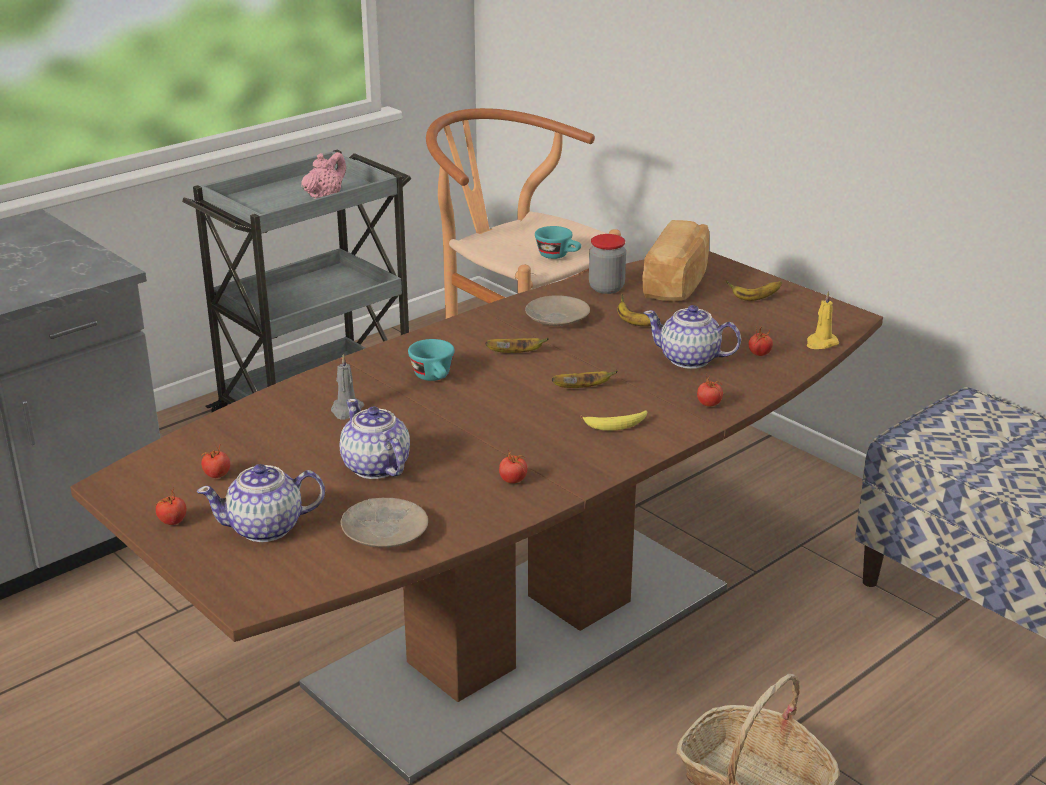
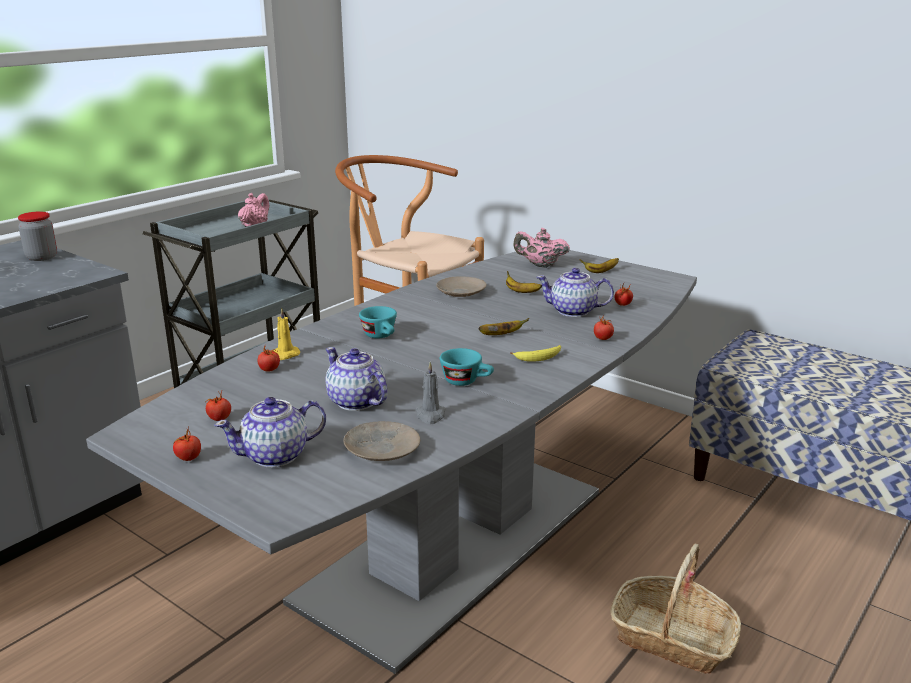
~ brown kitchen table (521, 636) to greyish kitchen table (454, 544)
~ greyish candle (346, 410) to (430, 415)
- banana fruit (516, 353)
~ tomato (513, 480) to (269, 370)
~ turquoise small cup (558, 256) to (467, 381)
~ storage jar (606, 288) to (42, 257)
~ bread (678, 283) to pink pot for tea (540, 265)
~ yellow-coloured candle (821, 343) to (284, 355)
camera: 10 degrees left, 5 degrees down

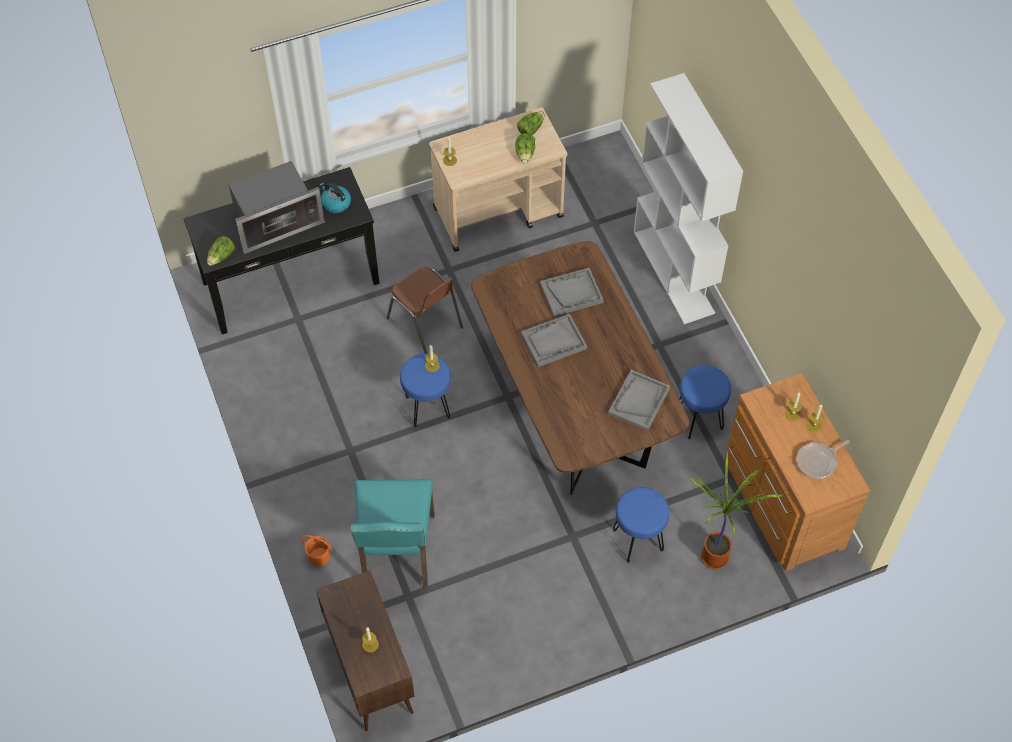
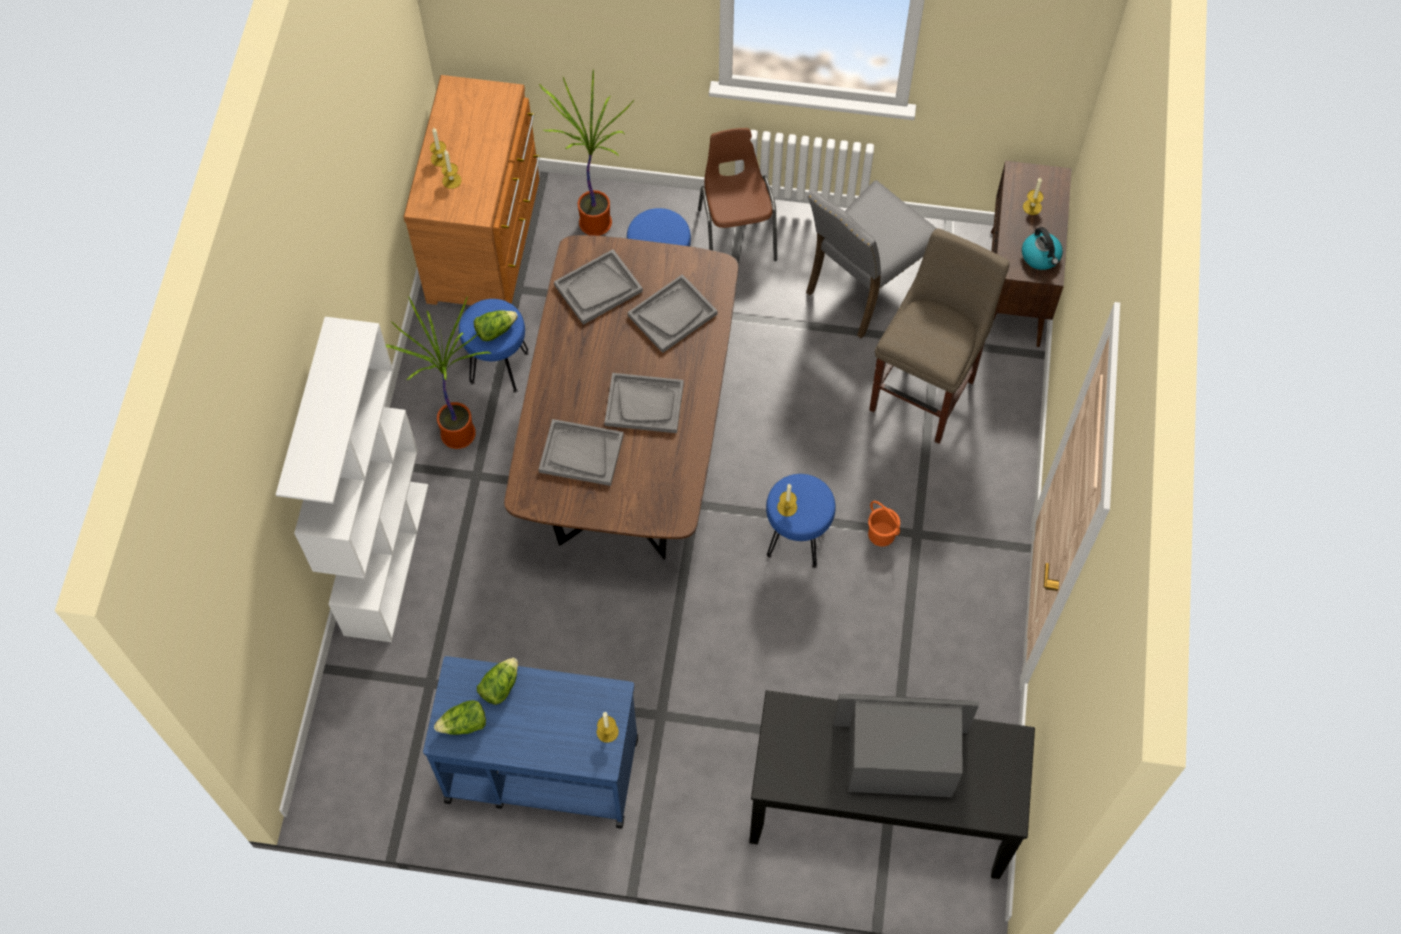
~ lettuce (221, 256) to (495, 330)
~ orange-coloured water bucket (319, 556) to (881, 534)
~ kettle (335, 203) to (1041, 256)
~ turquoise chair (396, 553) to sand-coloured stool (925, 391)
~ brown chair (425, 323) to (736, 234)
~ sand-coloured wheeled cart (499, 212) to blue wheeled cart (540, 769)
- frying pan (818, 461)
+ houseplant (455, 434)
+ greyish serving tray (672, 314)
+ greyish chair (864, 287)
camera: 150 degrees left, 5 degrees up

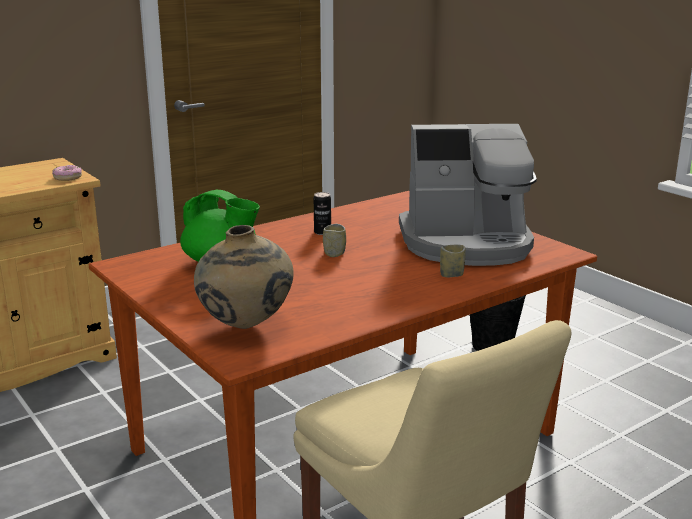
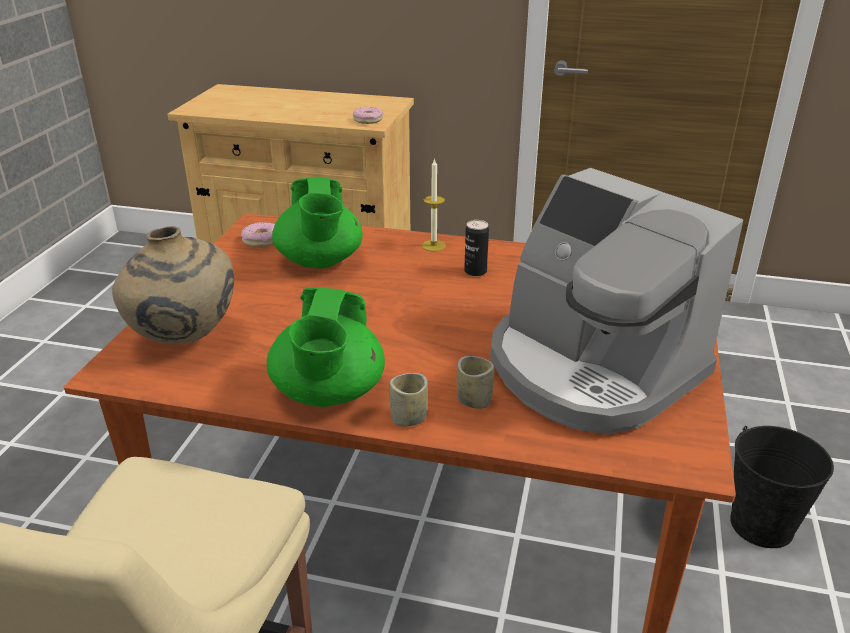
~ small cup (334, 253) to (408, 418)
+ ring doughnut (262, 240)
+ green pot for tea (328, 394)
+ candle (433, 245)
camera: 50 degrees right, 10 degrees up

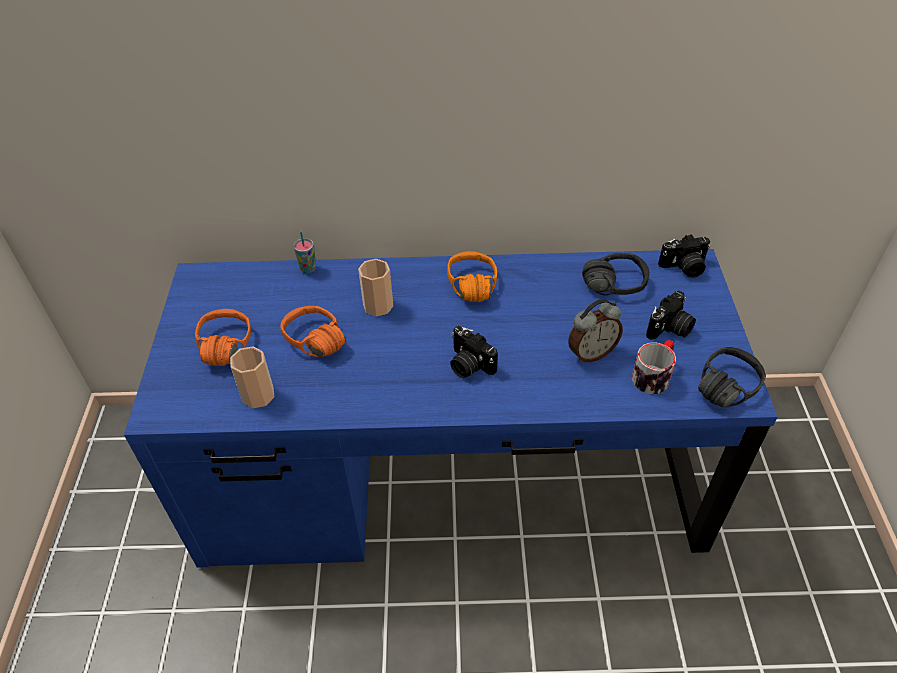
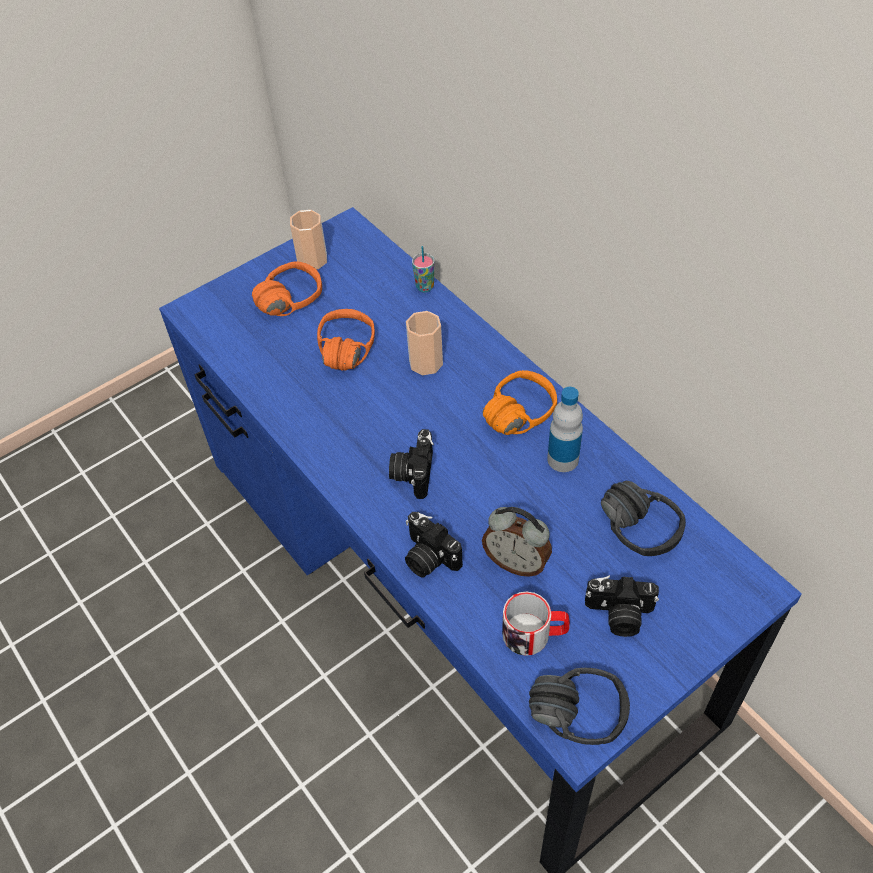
~ small cup (258, 395) to (312, 260)
~ photo camera (684, 268) to (428, 558)
+ bottle (563, 459)
camera: 55 degrees right, 5 degrees up

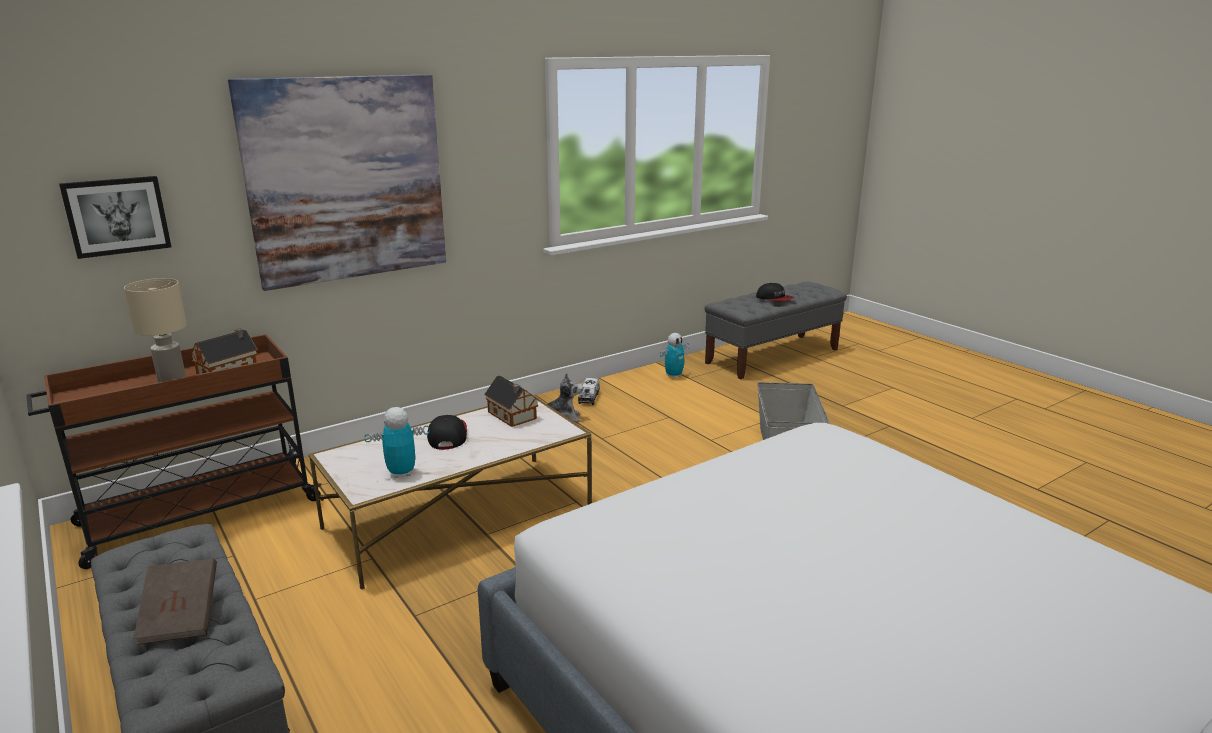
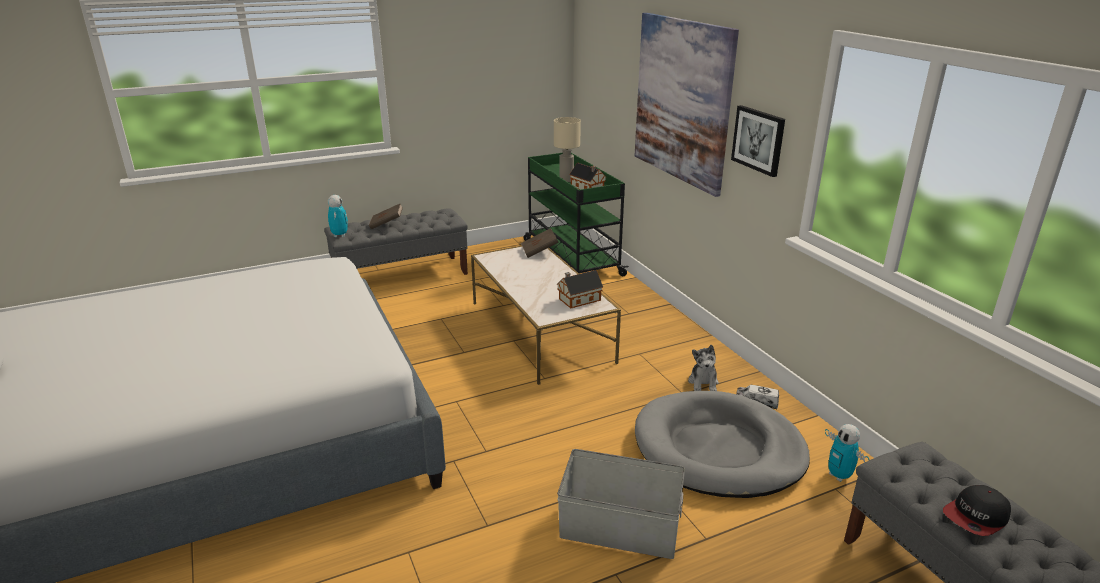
~ brown wheeled cart (197, 513) to green wheeled cart (571, 257)
~ wall picture (117, 216) to (758, 140)
~ robot figure (401, 473) to (339, 235)
- baseball cap (447, 436)
+ brown volume (539, 251)
+ greyish dog cushion (718, 449)
camera: 100 degrees right, 5 degrees up

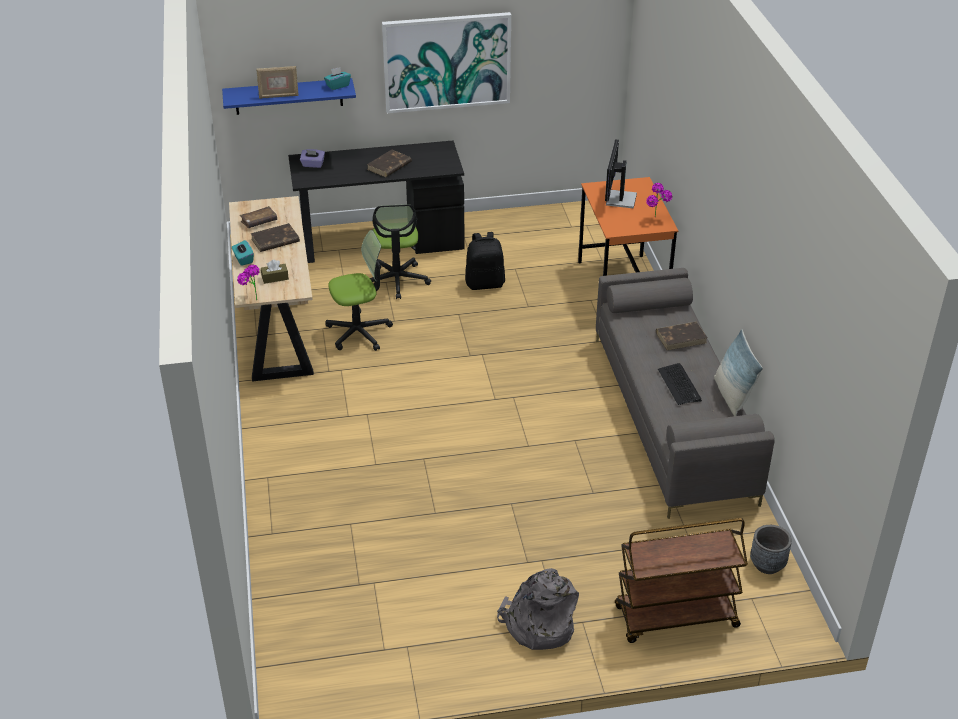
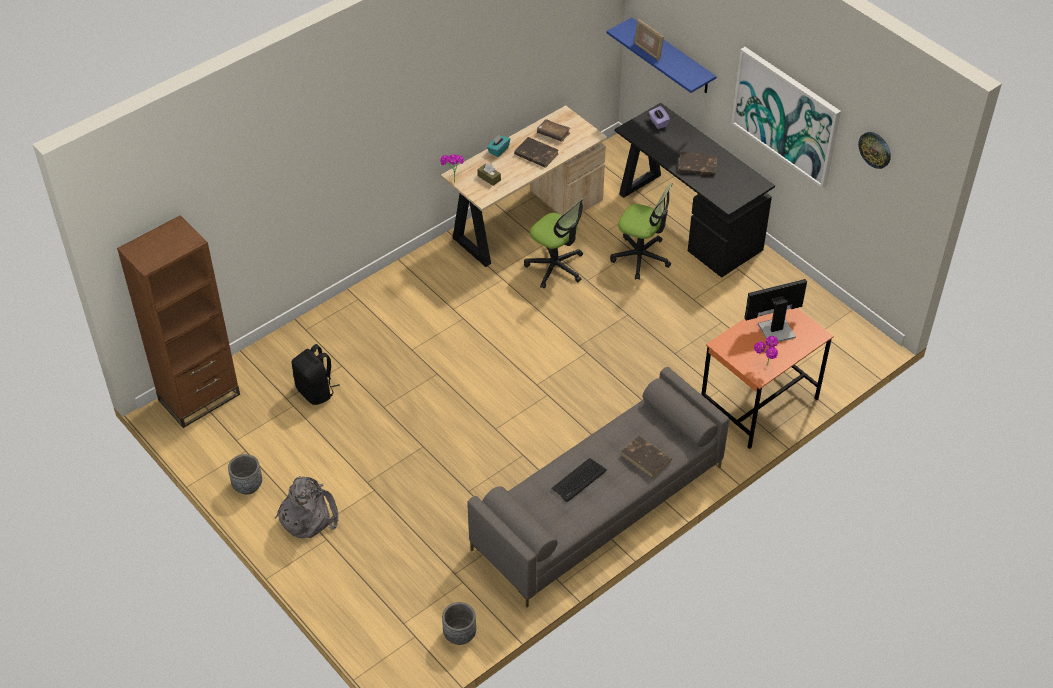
- turquoise box of tissues (337, 86)
~ desk chair (397, 280) = (641, 257) 120 degrees counterclockwise
~ black backpack (485, 283) to (316, 391)
- brown wheeled cart (675, 618)
- pillow (732, 396)
+ brown shelving unit (199, 397)
+ greyish flower pot (247, 485)
+ hanging clock (875, 149)
camera: 60 degrees right, 10 degrees up

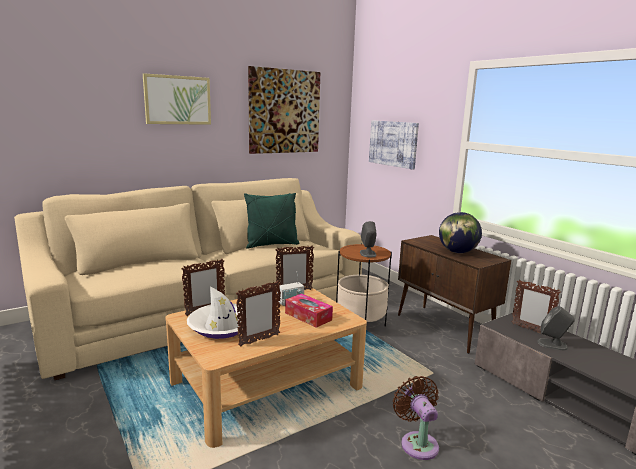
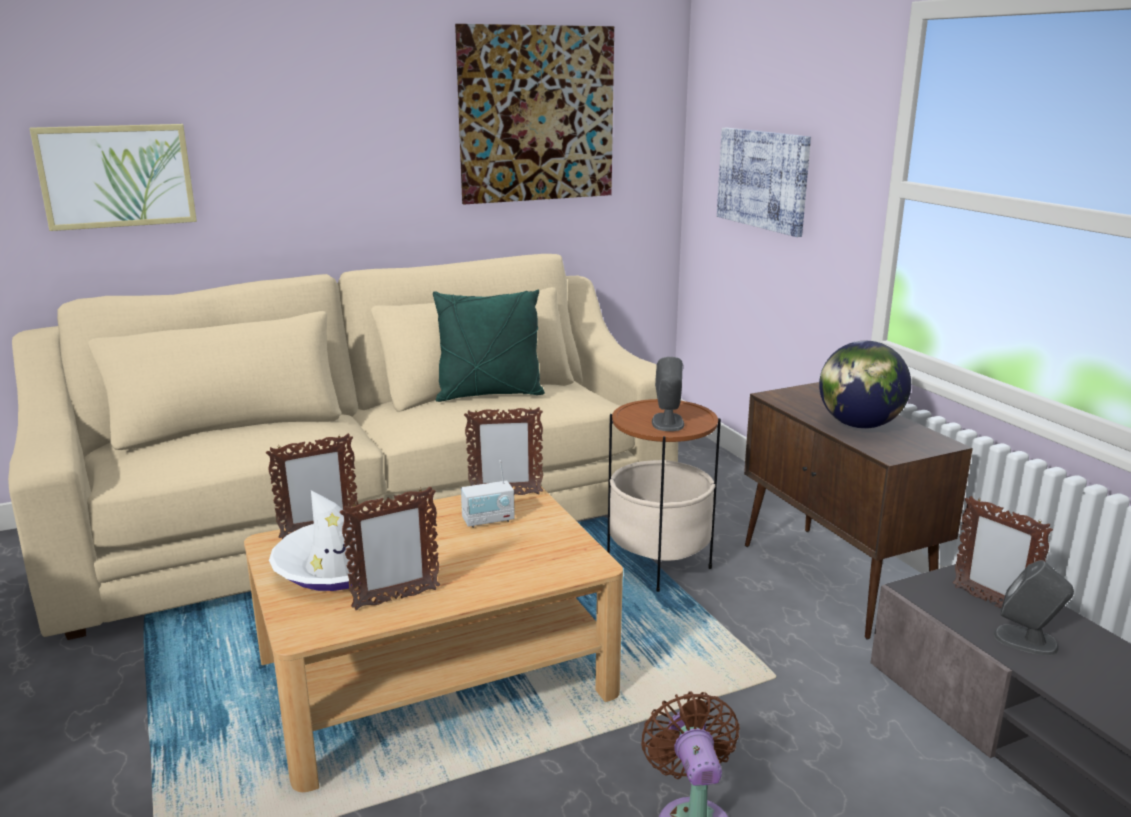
~ wall picture (177, 100) to (117, 176)
- box of tissues (308, 316)
camera: 10 degrees right, 5 degrees up

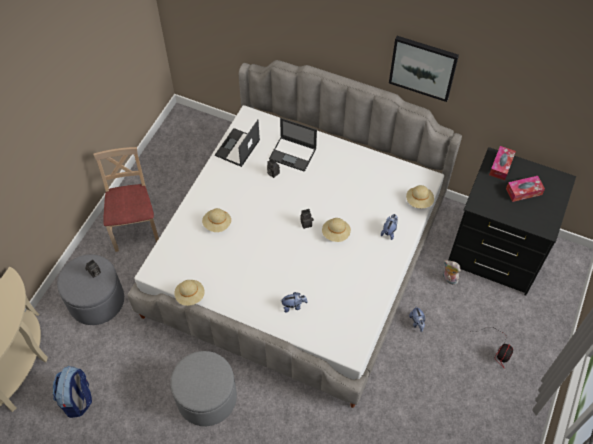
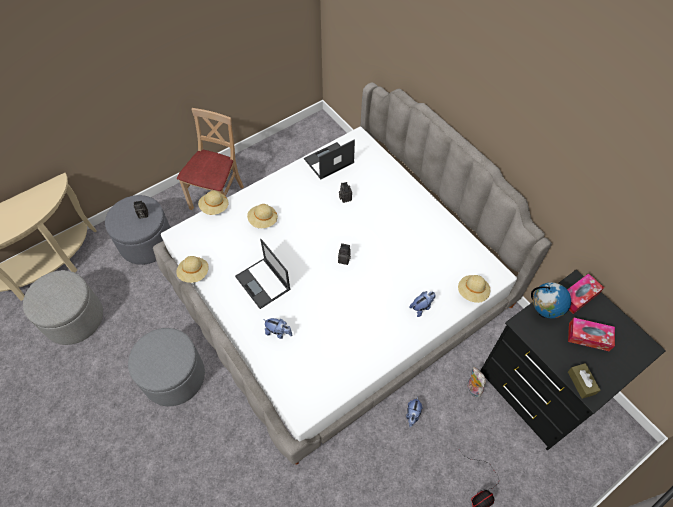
~ backpack (78, 400) to greyish footrest (74, 319)
~ portable computer (293, 154) to (263, 283)
~ sand-coloured wearable hat (336, 234) to (214, 208)
- wall picture (423, 67)
+ desk globe (543, 312)
+ brown box of tissues (581, 383)
camera: 30 degrees right, 0 degrees up

